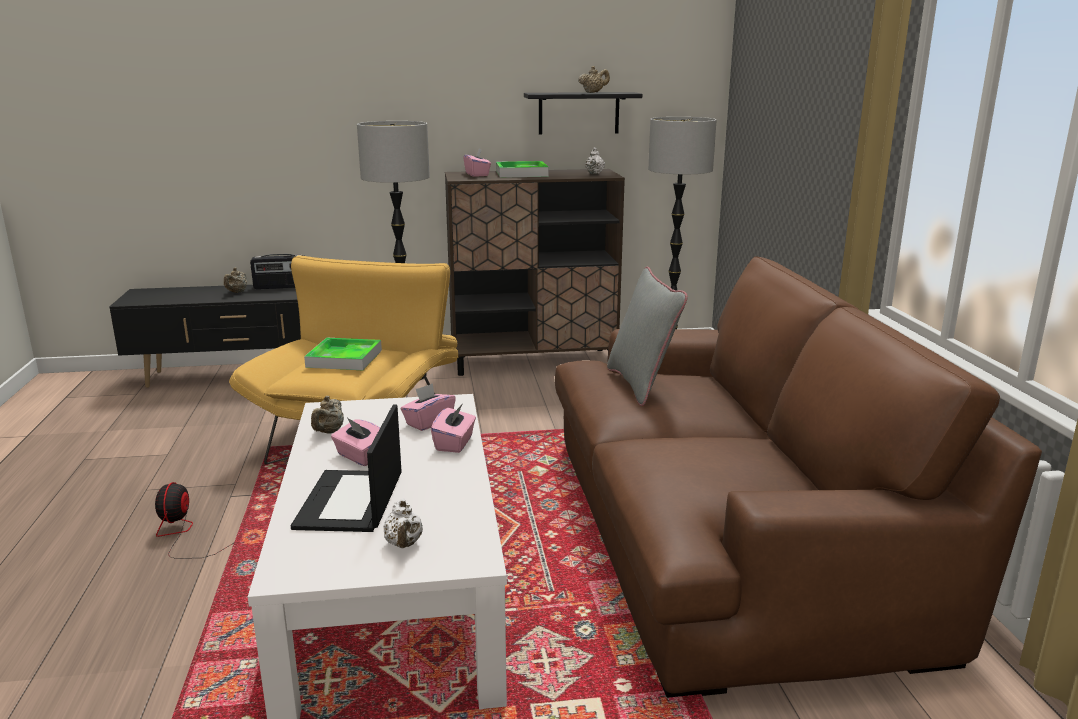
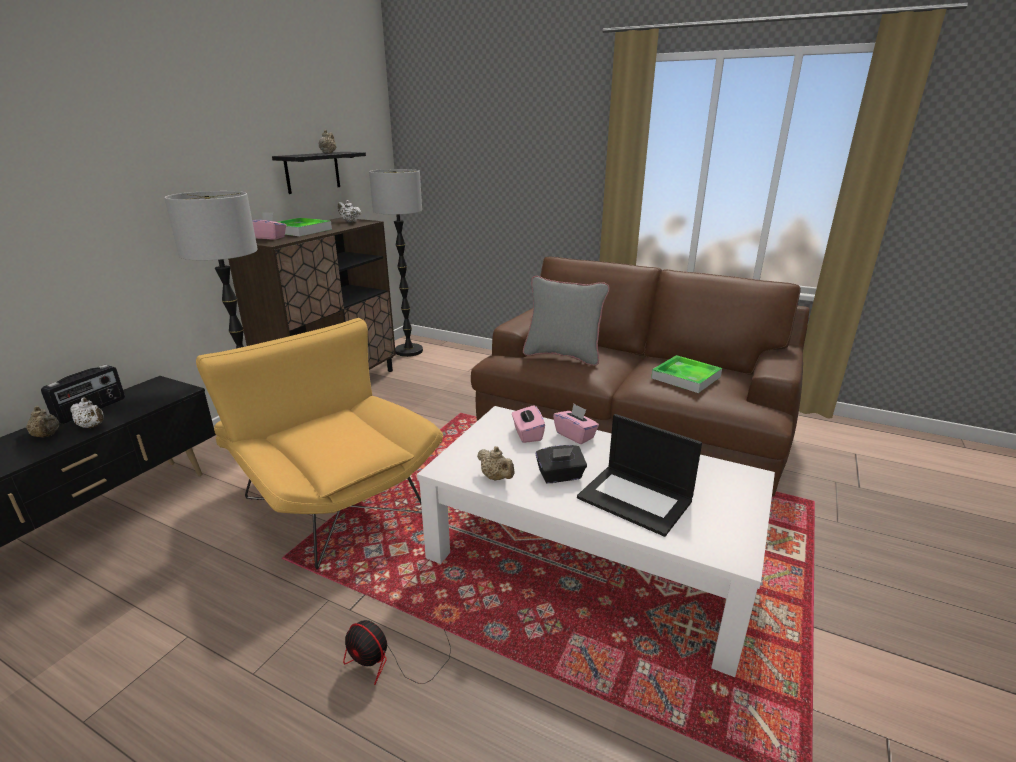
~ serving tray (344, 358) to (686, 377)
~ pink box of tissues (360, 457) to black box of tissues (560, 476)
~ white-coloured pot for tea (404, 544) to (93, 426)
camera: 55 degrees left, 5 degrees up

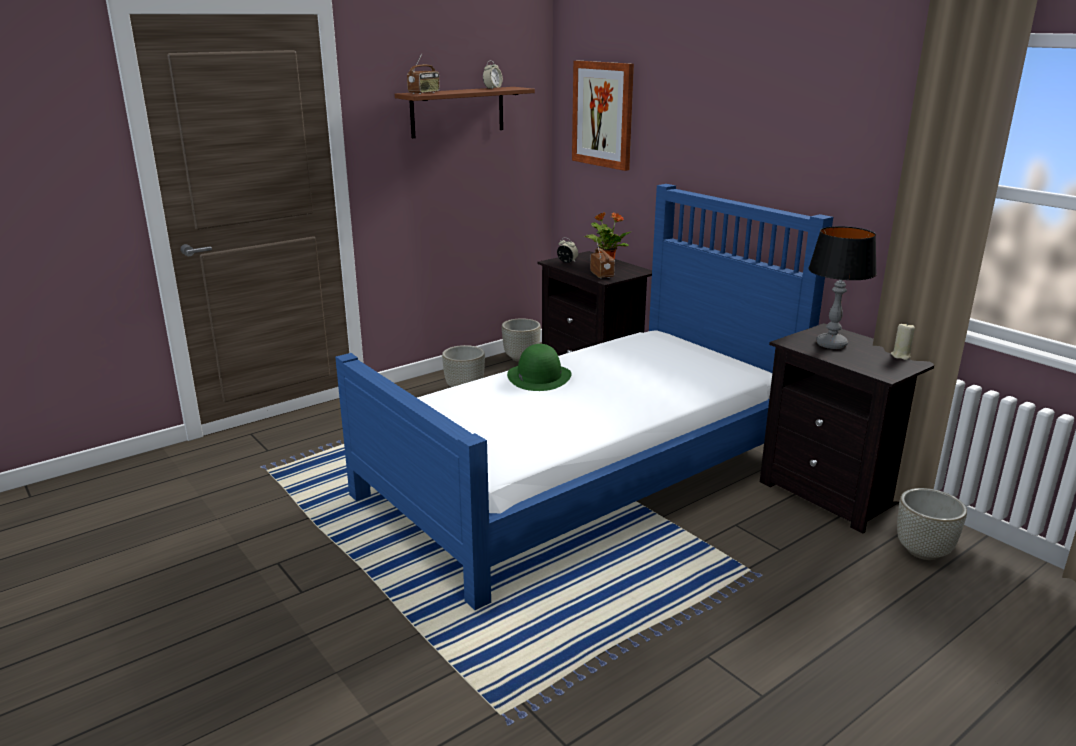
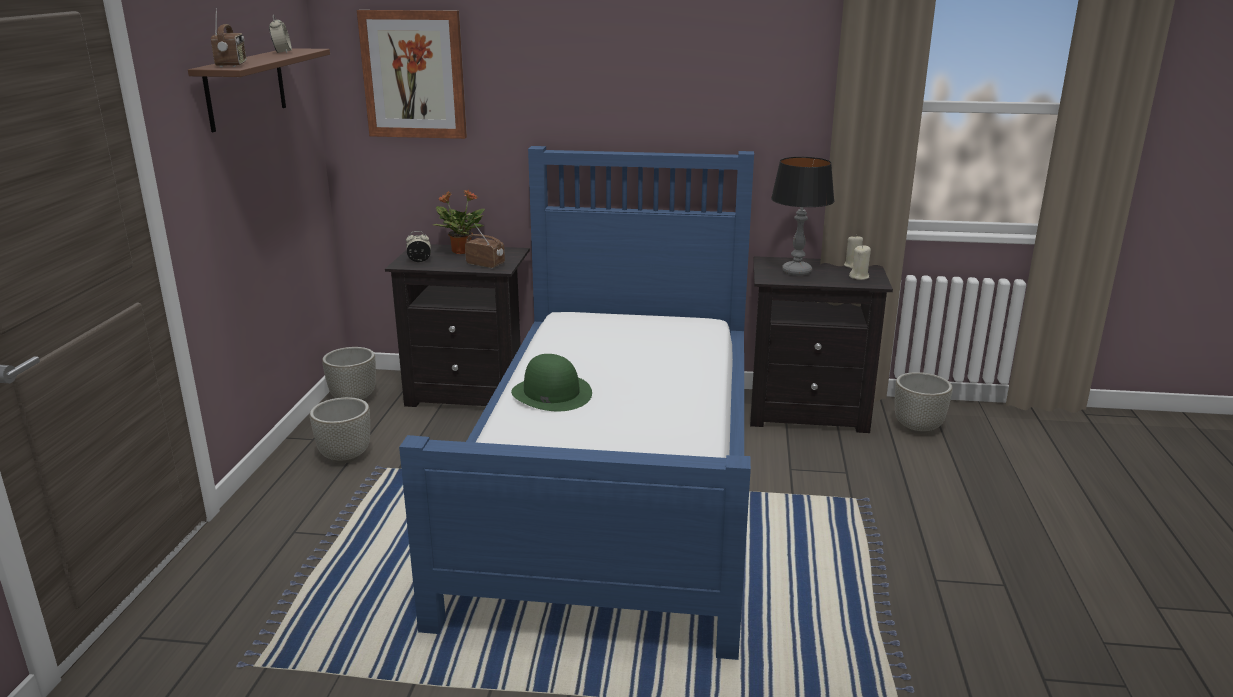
+ sand-coloured candle (859, 277)
camera: 45 degrees left, 0 degrees up

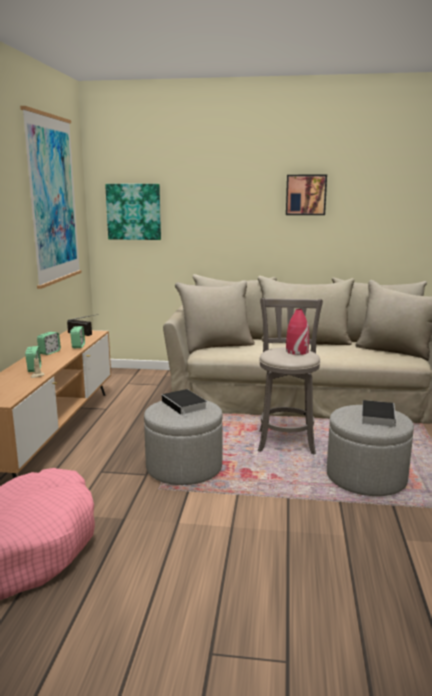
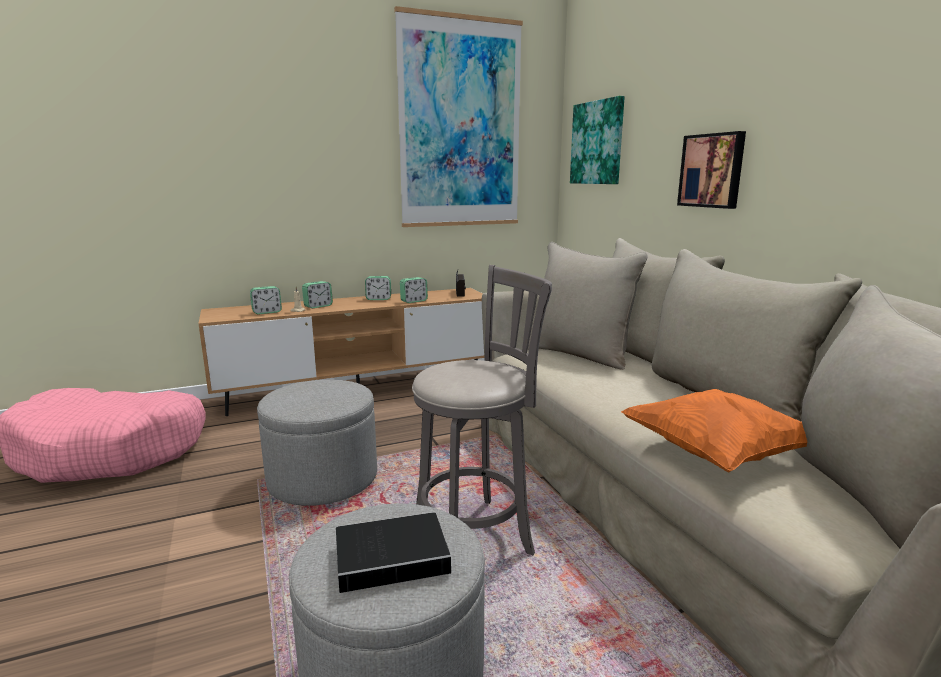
- volume (185, 405)
~ wall picture (306, 195) to (712, 170)
- red decorative vase (296, 351)
+ bedside clock (267, 312)
+ orange-coloured pillow (716, 454)
camera: 60 degrees right, 0 degrees up

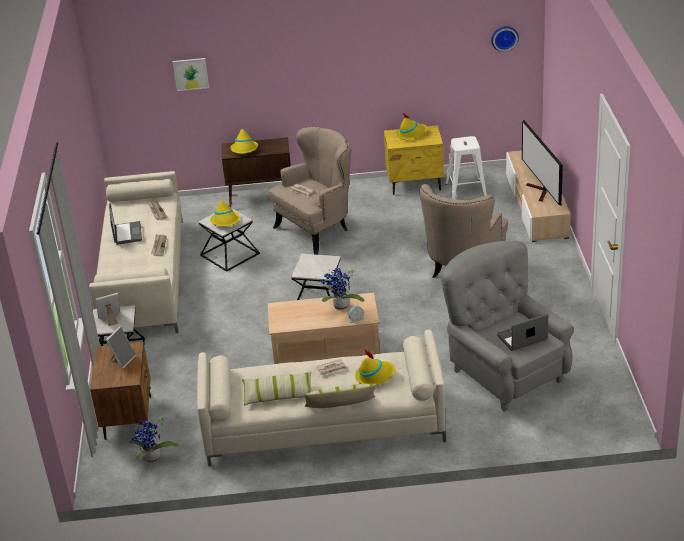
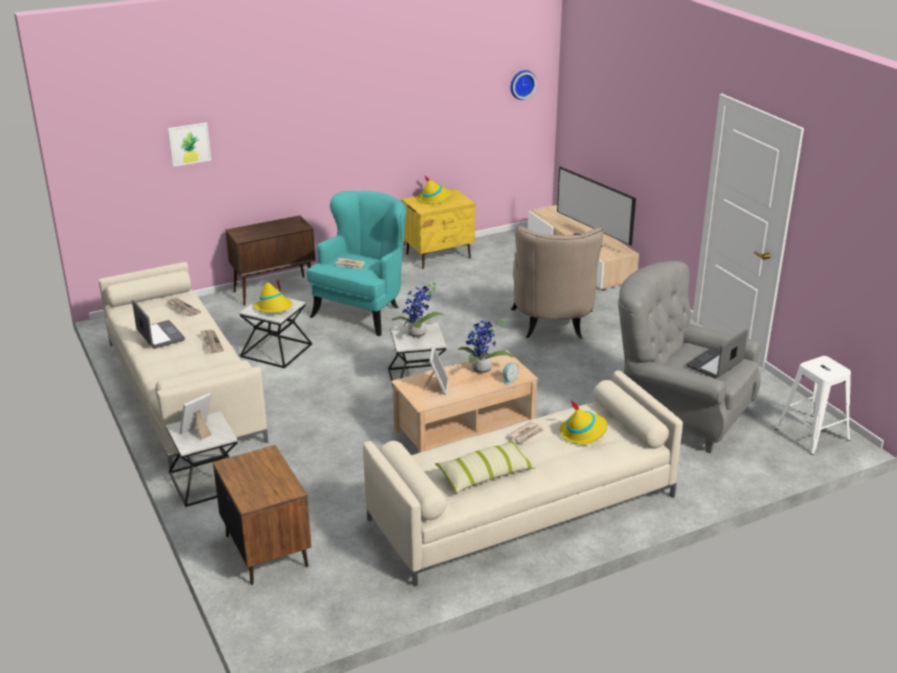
~ picture frame (122, 360) to (437, 387)
~ houseplant (152, 459) to (418, 335)
- yellow-coloured wearable hat (244, 149)
~ sand-coloured lounge chair (317, 229) to turquoise lounge chair (363, 311)
- pillow (341, 407)
~ white-coloured stool (466, 190) to (813, 434)
camera: 25 degrees left, 5 degrees down

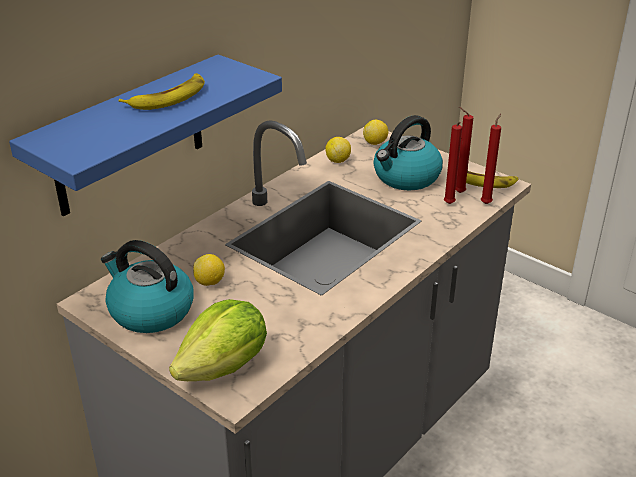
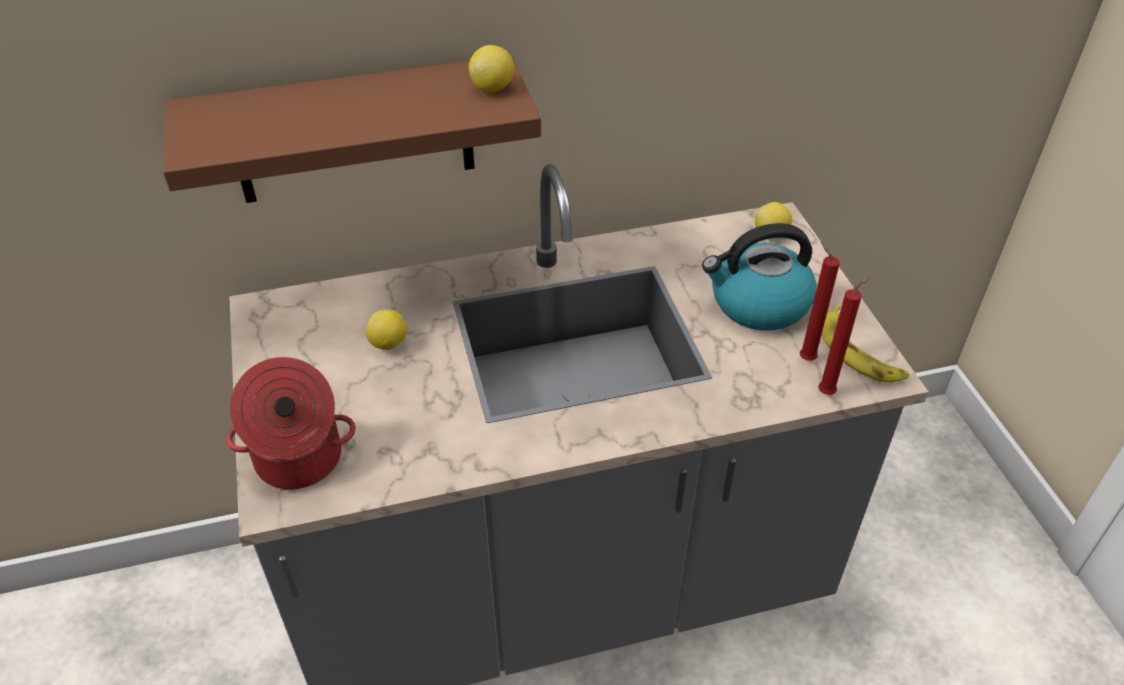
~ blue bracket shelf (129, 137) to brown bracket shelf (353, 132)
- kettle (150, 311)
- banana fruit (169, 97)
~ lettuce (225, 367) to stockpot (298, 460)
~ whole lemon (338, 160) to (493, 88)
- red candle (449, 205)
camera: 35 degrees right, 10 degrees up

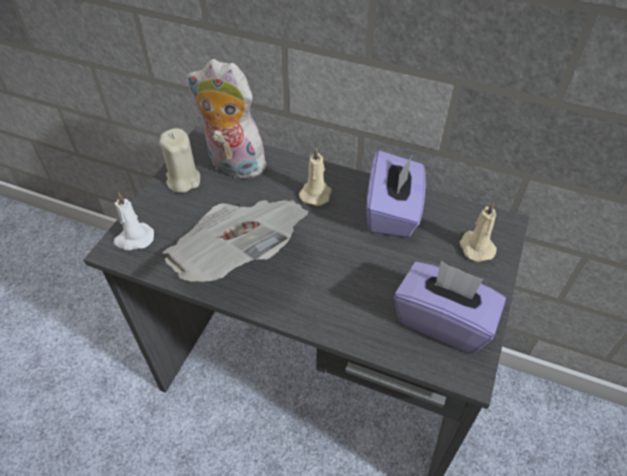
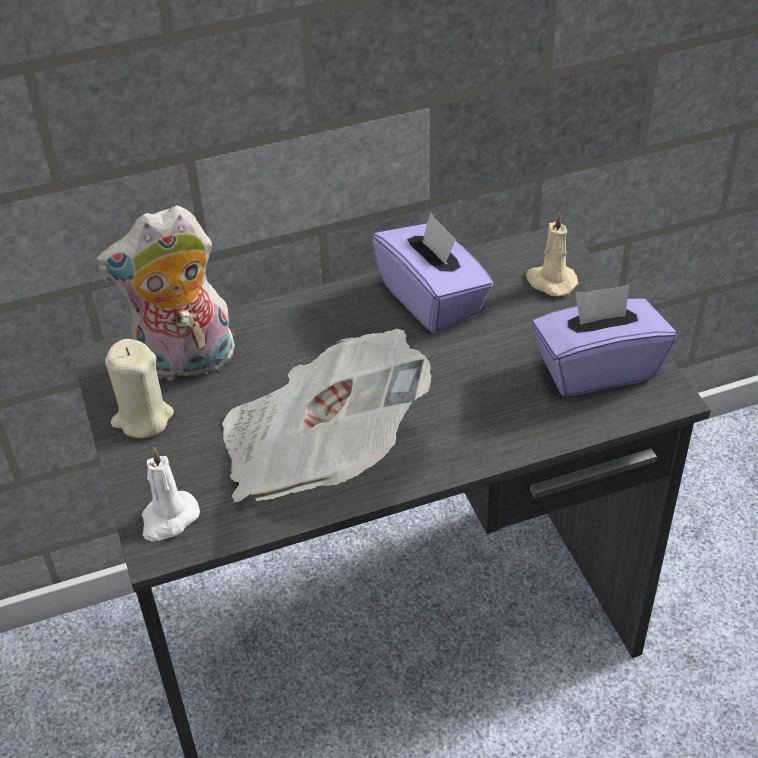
- sand-coloured candle (316, 193)
camera: 40 degrees left, 5 degrees down

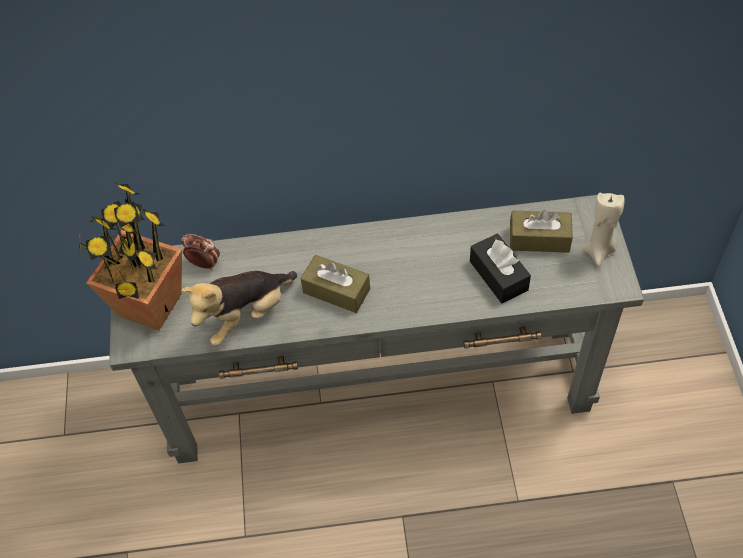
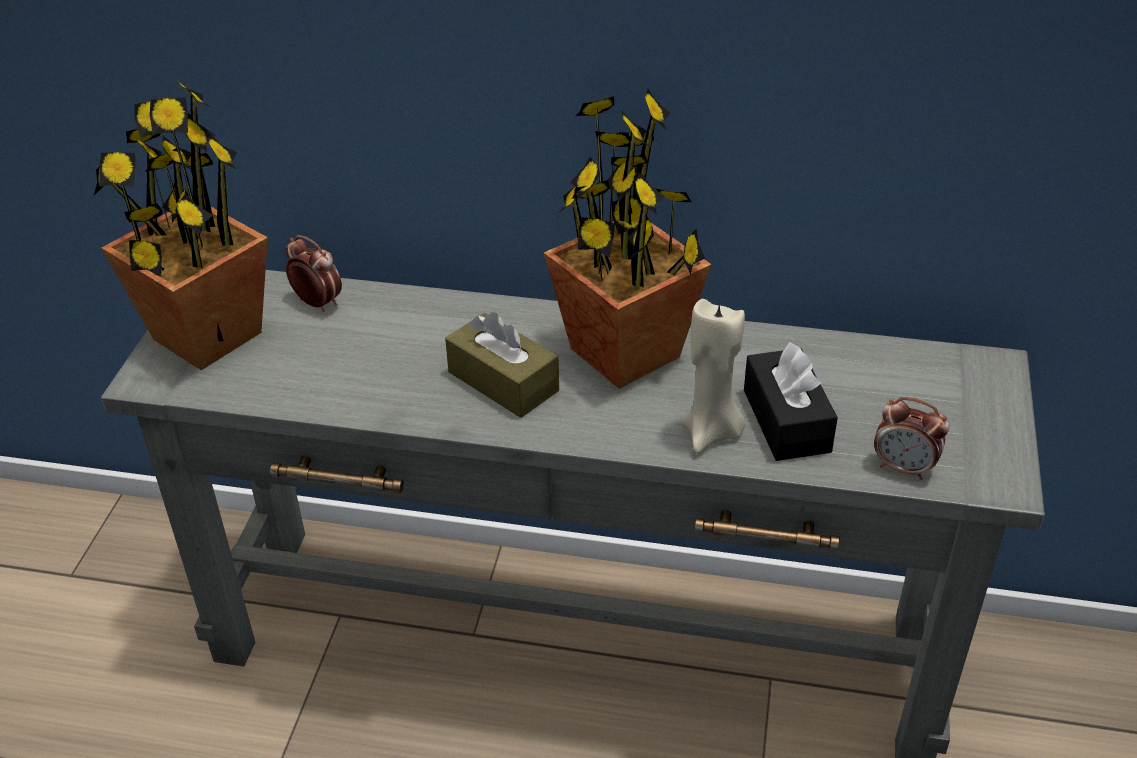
- plush toy (245, 315)
- brown box of tissues (539, 239)
~ sand-coloured candle (599, 251) to (711, 433)
+ houseplant (626, 354)
+ bedside clock (904, 468)
camera: 15 degrees right, 15 degrees down

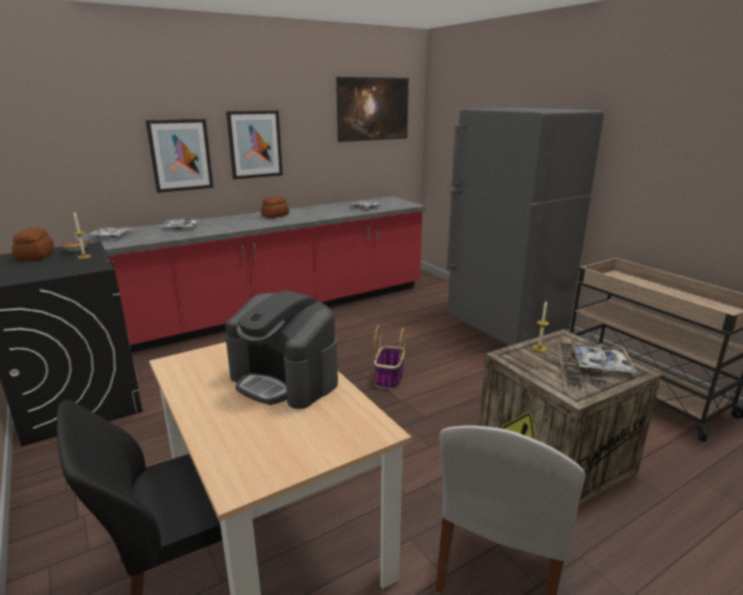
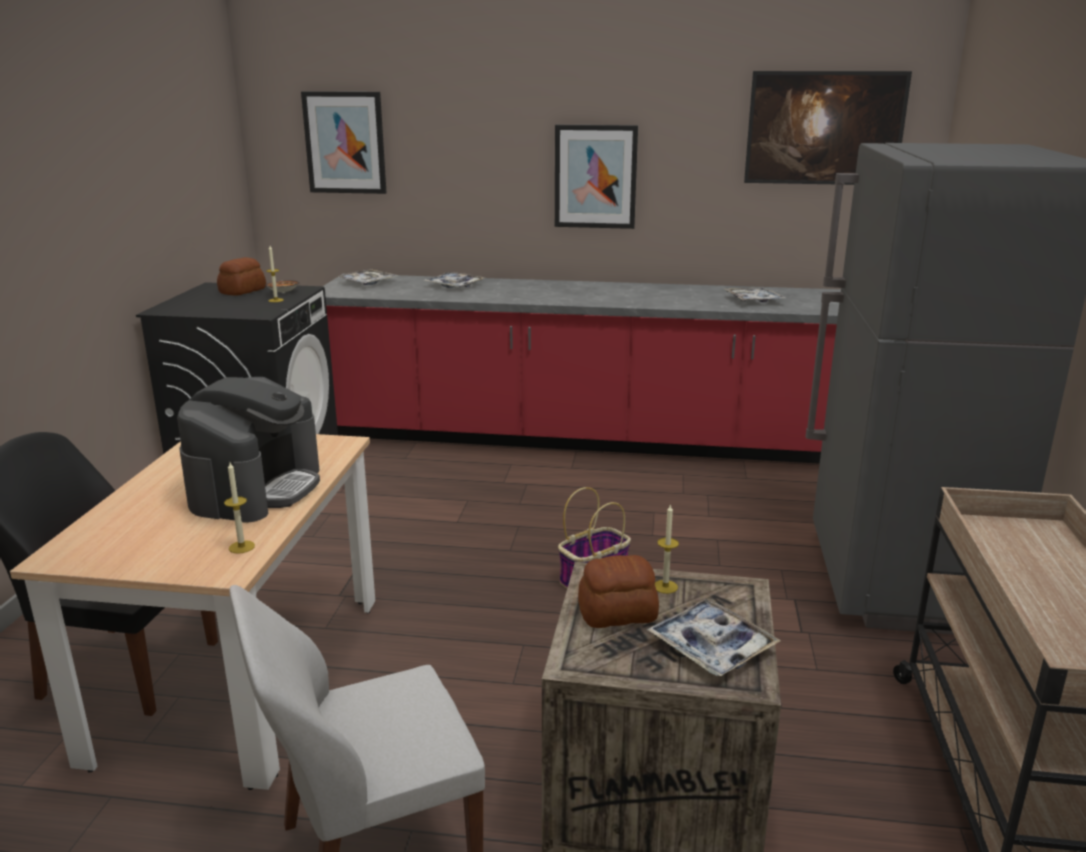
~ wall picture (180, 155) to (345, 142)
~ coffee maker (285, 379) = (256, 488) 150 degrees counterclockwise
~ bread (275, 216) to (618, 613)
+ candle (241, 547)
camera: 40 degrees right, 0 degrees up

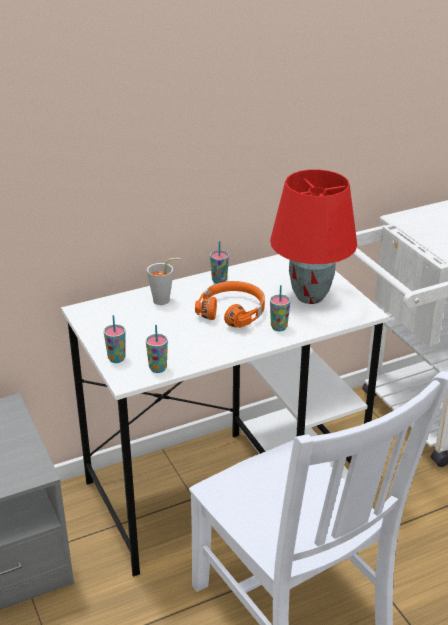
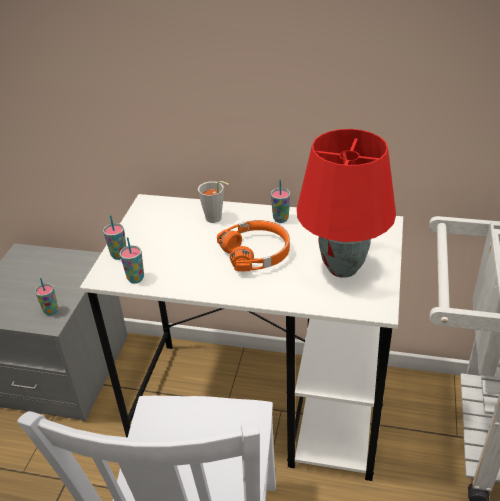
~ small cup (279, 327) to (51, 311)
camera: 40 degrees right, 5 degrees up

